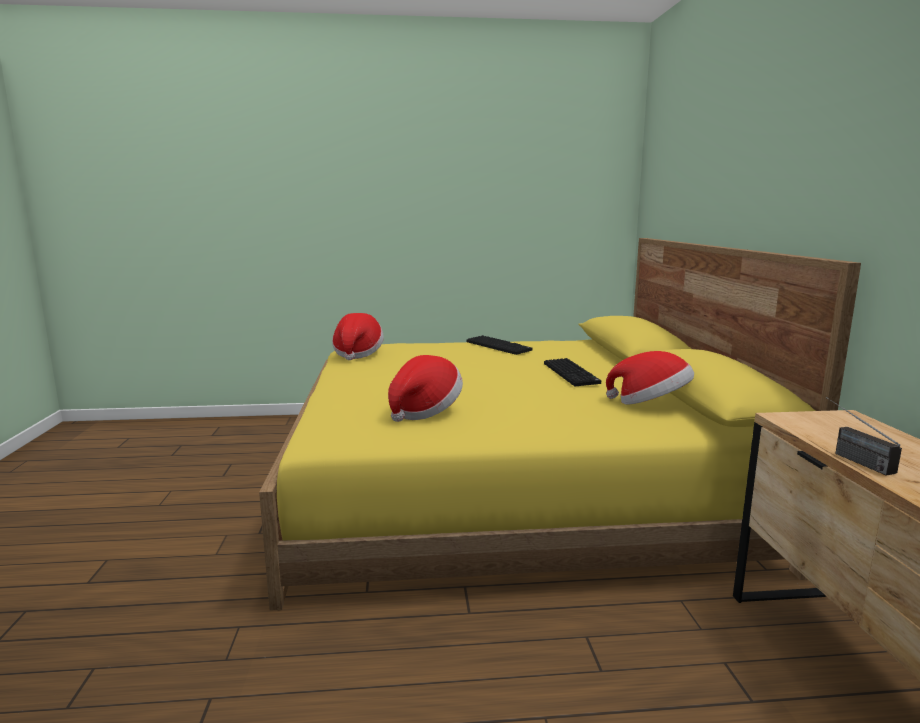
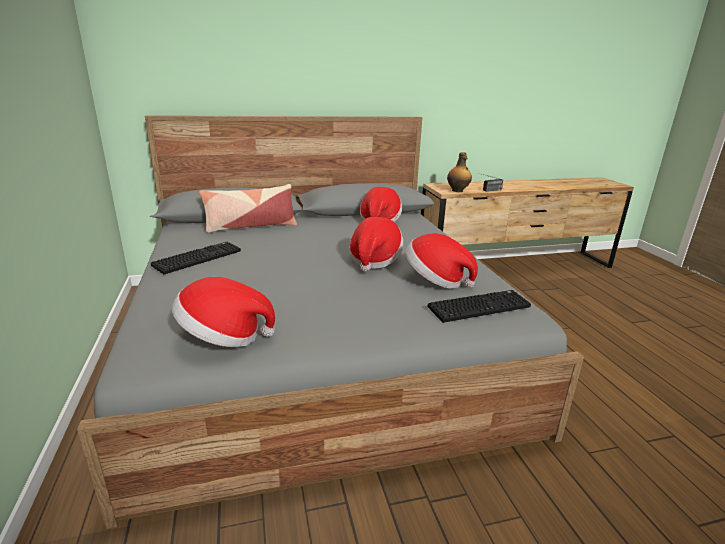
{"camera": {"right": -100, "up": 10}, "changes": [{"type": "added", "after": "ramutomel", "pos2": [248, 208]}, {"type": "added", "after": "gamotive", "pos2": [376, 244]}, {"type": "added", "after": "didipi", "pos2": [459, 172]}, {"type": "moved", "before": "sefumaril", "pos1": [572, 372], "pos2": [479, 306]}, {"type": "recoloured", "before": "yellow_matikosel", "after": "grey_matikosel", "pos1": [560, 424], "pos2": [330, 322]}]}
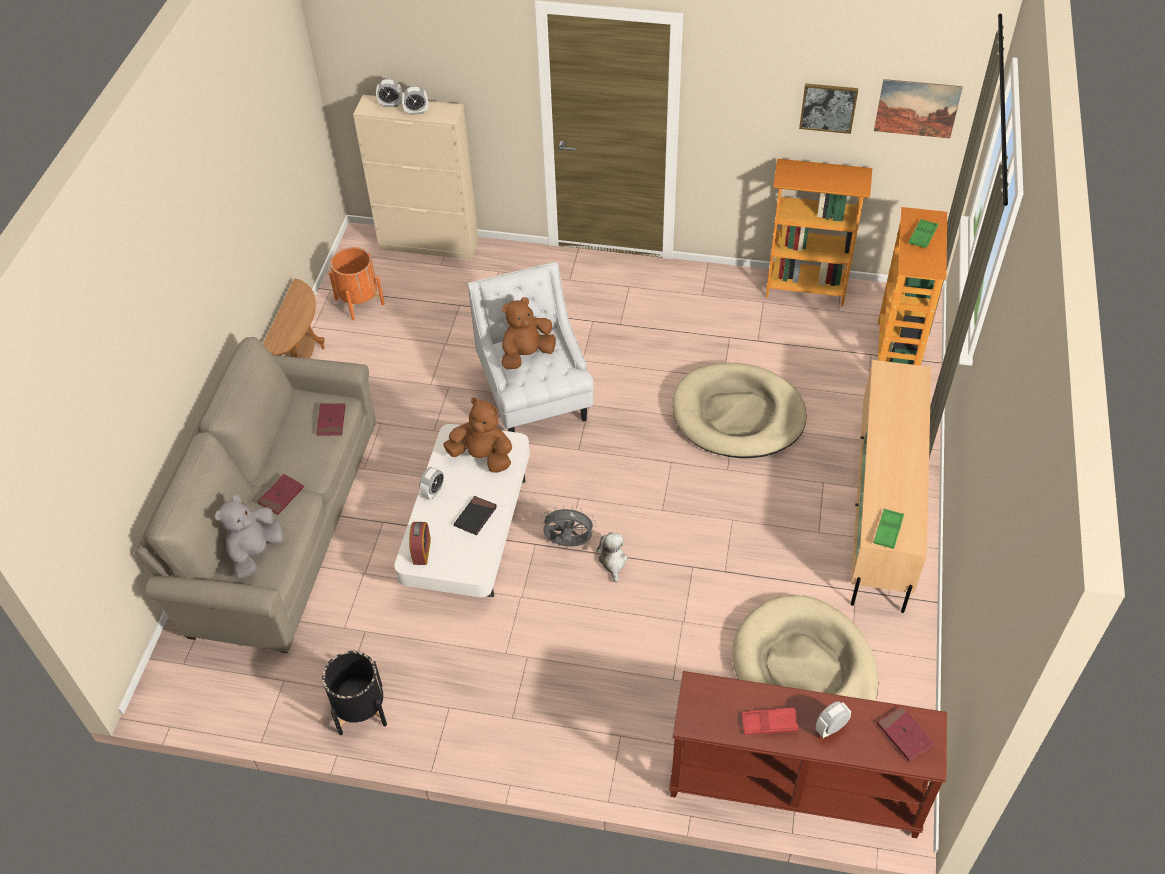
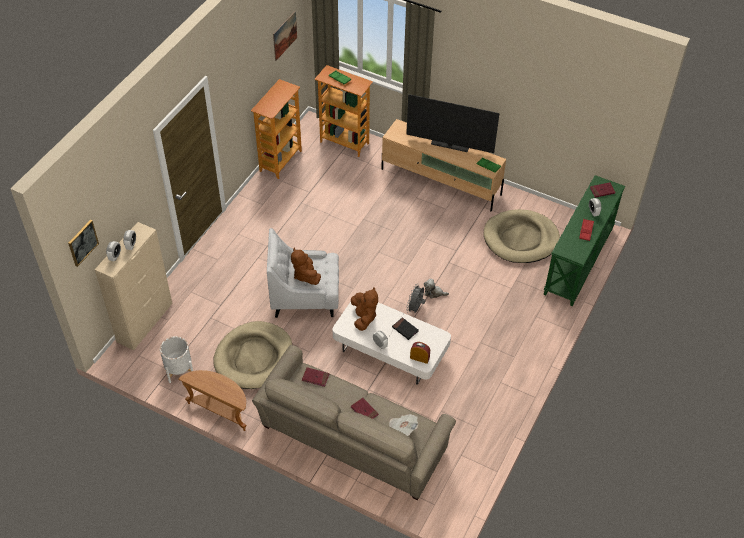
{"camera": {"right": -75, "up": 0}, "changes": [{"type": "removed", "before": "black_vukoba", "pos1": [354, 693]}, {"type": "added", "after": "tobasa", "pos2": [452, 123]}, {"type": "moved", "before": "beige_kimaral", "pos1": [740, 410], "pos2": [252, 355]}, {"type": "moved", "before": "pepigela", "pos1": [828, 108], "pos2": [83, 243]}, {"type": "replaced", "before": "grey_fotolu", "after": "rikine", "pos1": [249, 537], "pos2": [403, 425]}, {"type": "recoloured", "before": "orange_vukoba", "after": "white_vukoba", "pos1": [357, 283], "pos2": [176, 359]}, {"type": "recoloured", "before": "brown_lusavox", "after": "green_lusavox", "pos1": [808, 754], "pos2": [584, 240]}, {"type": "turned", "before": "brown_fotolu", "pos1": [477, 435], "pos2": [364, 309], "turn": 135}]}
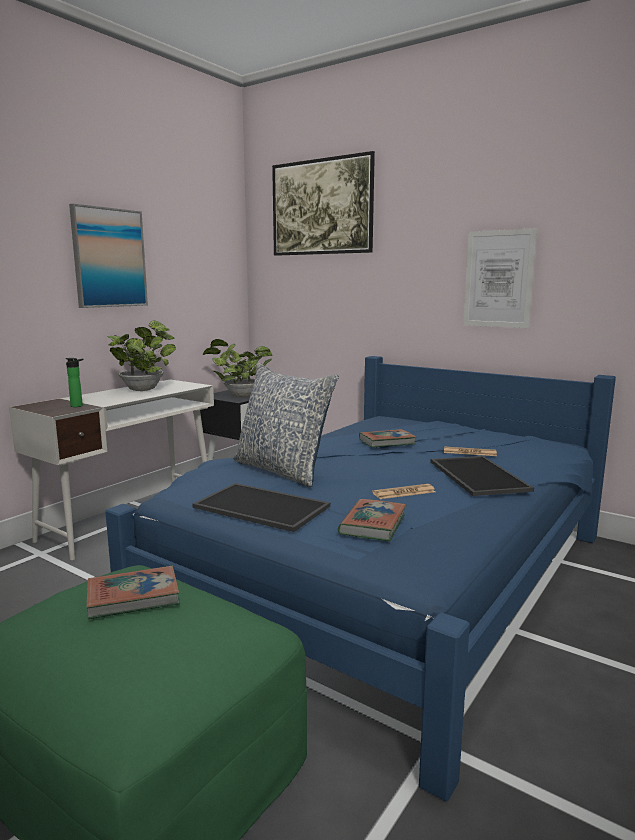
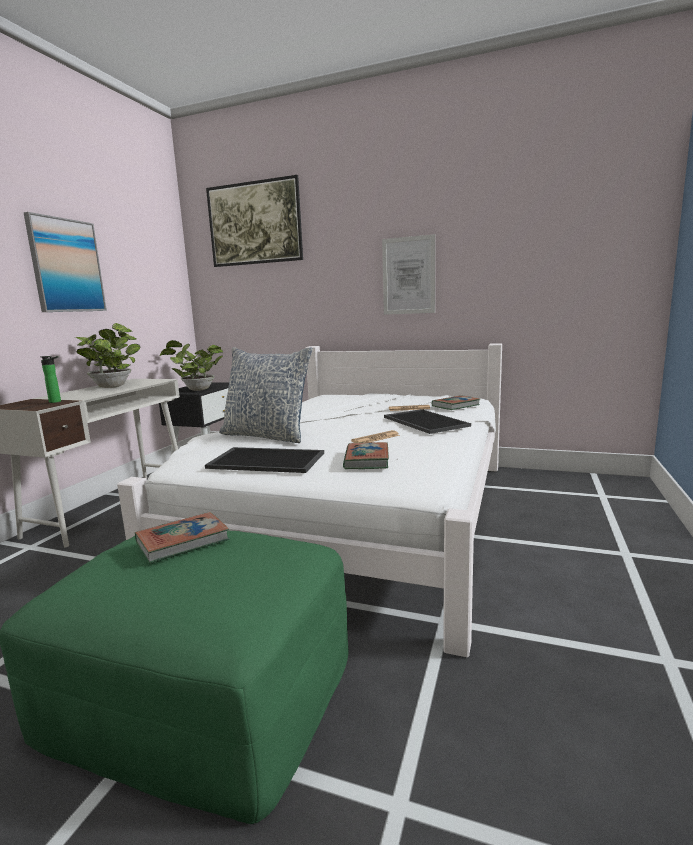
{"camera": {"right": -15, "up": 0}, "changes": [{"type": "moved", "before": "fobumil", "pos1": [387, 438], "pos2": [455, 402]}, {"type": "recoloured", "before": "blue_matikosel", "after": "white_matikosel", "pos1": [360, 578], "pos2": [309, 500]}]}
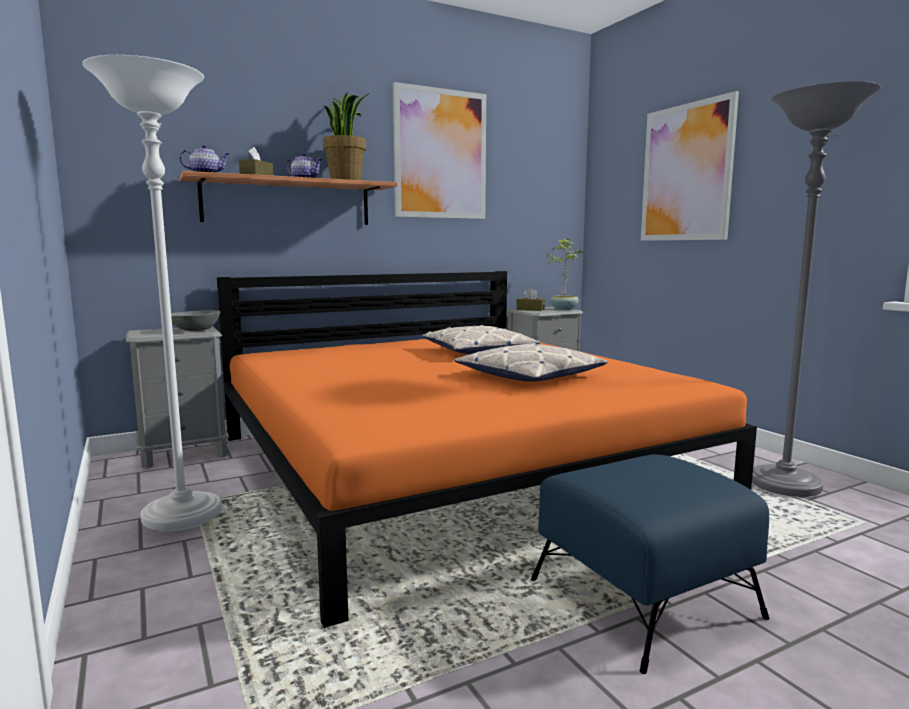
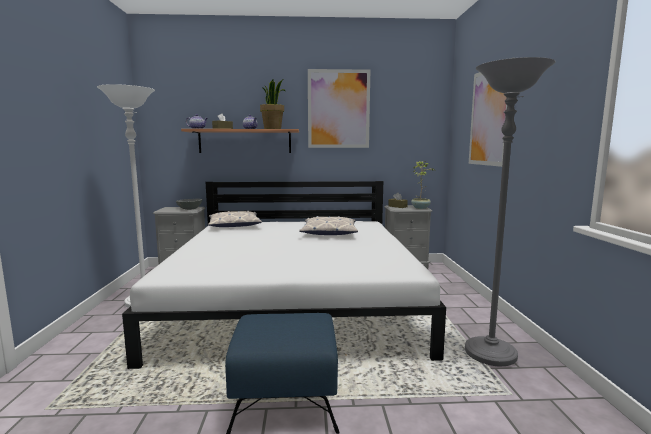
{"camera": {"right": 25, "up": 0}, "changes": [{"type": "moved", "before": "ramutomel", "pos1": [531, 362], "pos2": [235, 219]}, {"type": "recoloured", "before": "orange_matikosel", "after": "white_matikosel", "pos1": [487, 449], "pos2": [284, 275]}]}
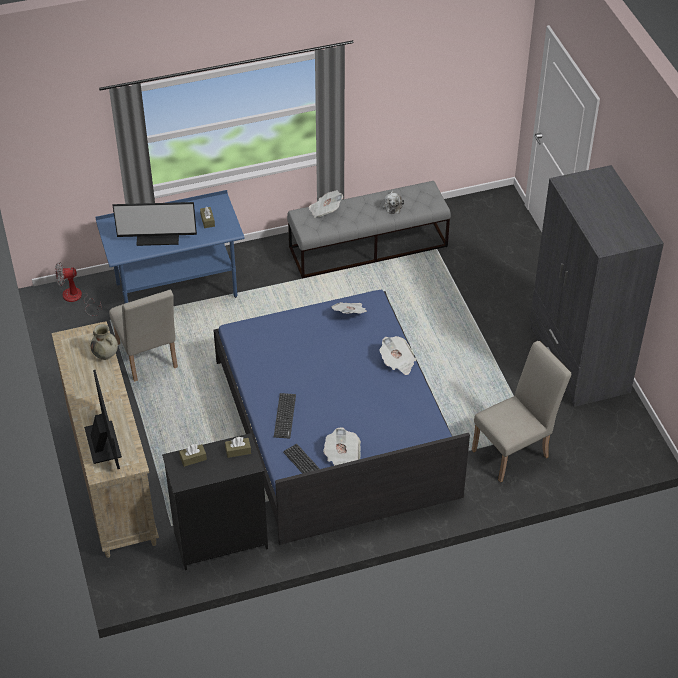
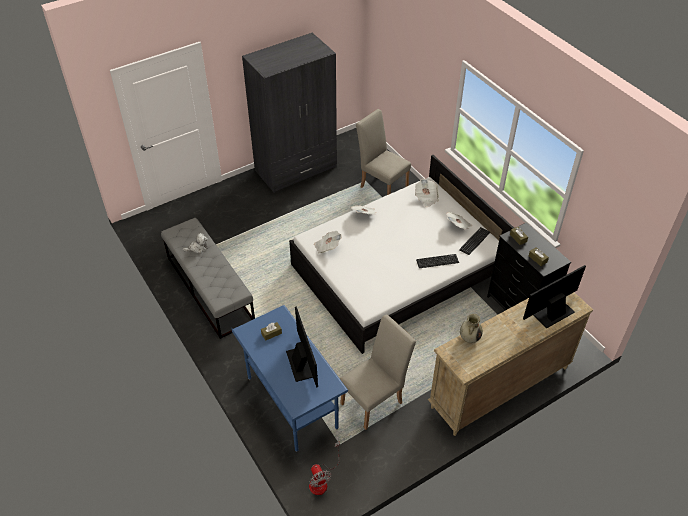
{"camera": {"right": -105, "up": 0}, "changes": [{"type": "moved", "before": "rikine", "pos1": [326, 204], "pos2": [427, 192]}, {"type": "recoloured", "before": "blue_matikosel", "after": "white_matikosel", "pos1": [341, 417], "pos2": [401, 254]}]}
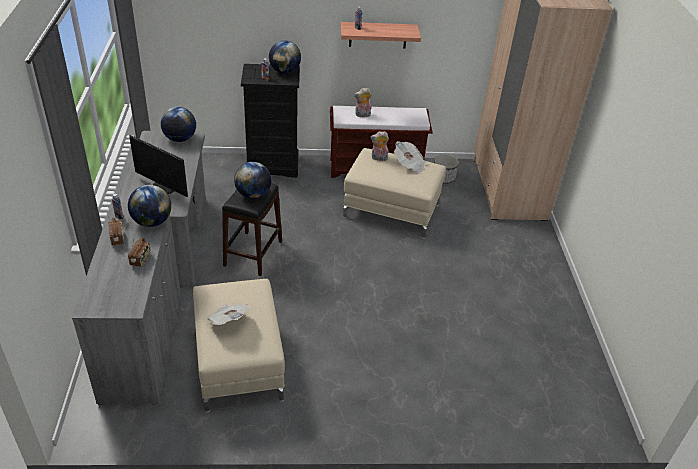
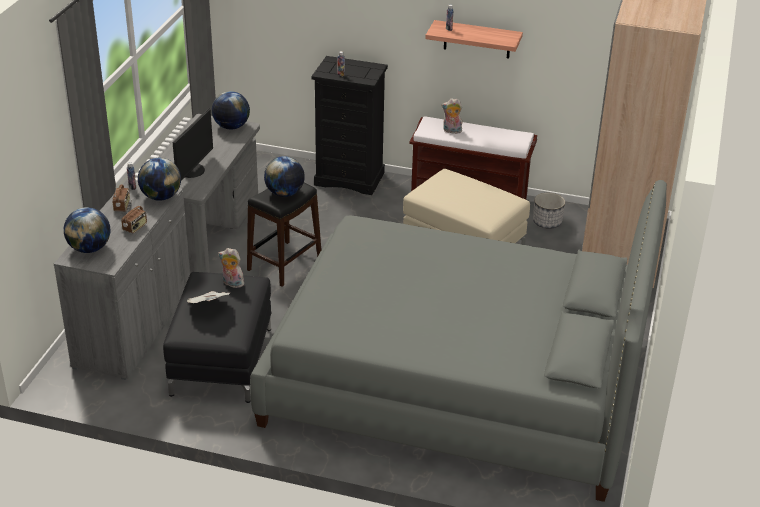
{"camera": {"right": 20, "up": -5}, "changes": [{"type": "removed", "before": "rikine", "pos1": [410, 157]}, {"type": "added", "after": "grey_matikosel", "pos2": [458, 341]}, {"type": "moved", "before": "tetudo", "pos1": [285, 57], "pos2": [87, 230]}, {"type": "moved", "before": "fotolu", "pos1": [379, 146], "pos2": [231, 268]}, {"type": "recoloured", "before": "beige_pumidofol", "after": "black_pumidofol", "pos1": [239, 346], "pos2": [217, 337]}, {"type": "turned", "before": "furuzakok", "pos1": [158, 166], "pos2": [193, 144], "turn": -120}]}
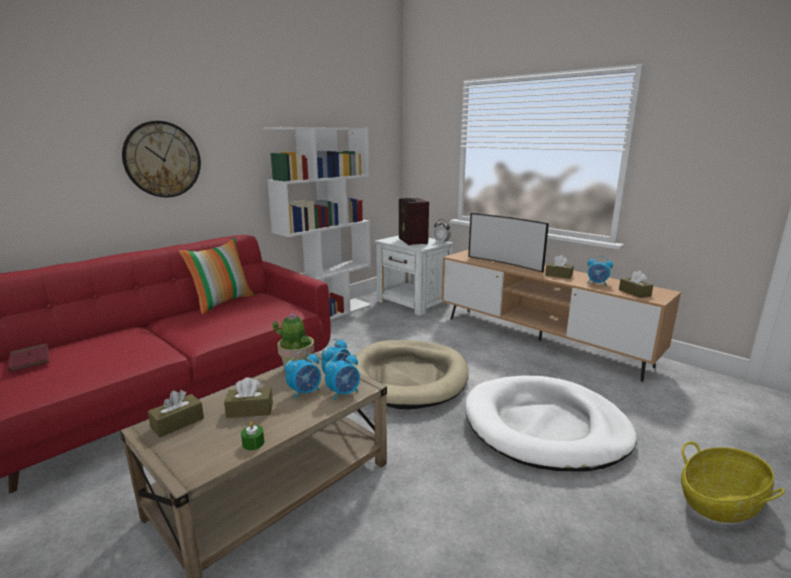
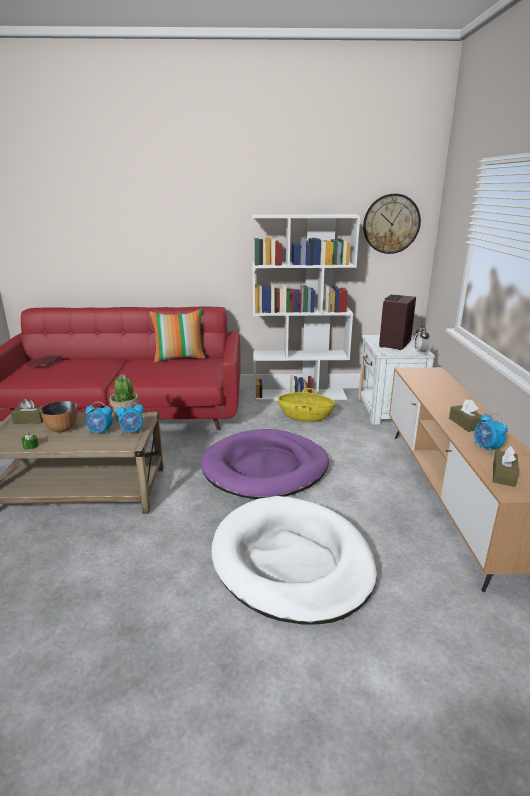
{"camera": {"right": 45, "up": 5}, "changes": [{"type": "removed", "before": "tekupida", "pos1": [342, 376]}, {"type": "removed", "before": "tobasa", "pos1": [508, 242]}, {"type": "moved", "before": "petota", "pos1": [161, 159], "pos2": [392, 224]}, {"type": "moved", "before": "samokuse", "pos1": [733, 482], "pos2": [306, 405]}, {"type": "replaced", "before": "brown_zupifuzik", "after": "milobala", "pos1": [248, 397], "pos2": [59, 416]}, {"type": "recoloured", "before": "beige_kimaral", "after": "purple_kimaral", "pos1": [410, 374], "pos2": [265, 464]}]}
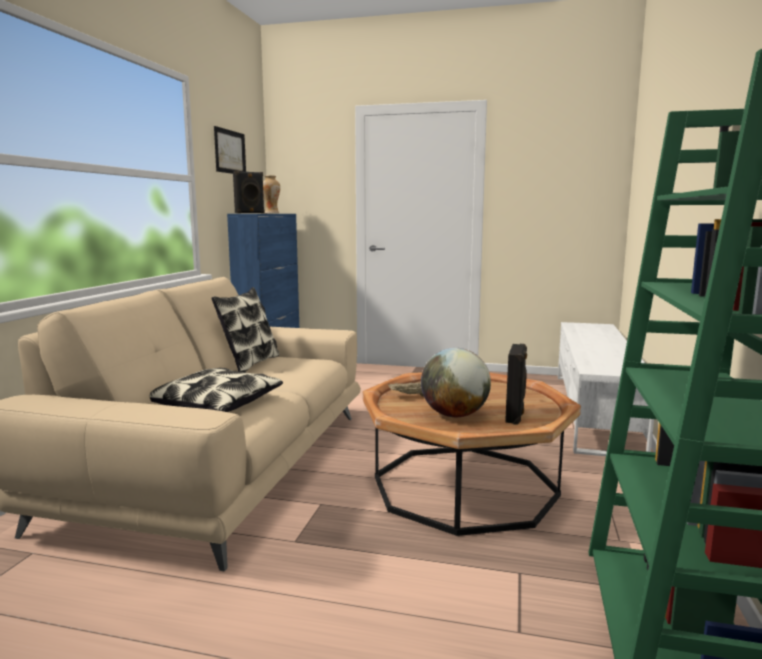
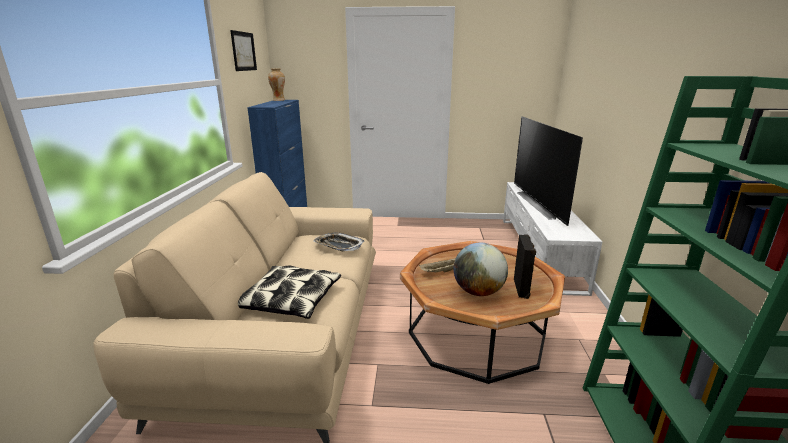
{"camera": {"right": -10, "up": 10}, "changes": [{"type": "removed", "before": "ramutomel", "pos1": [245, 329]}, {"type": "removed", "before": "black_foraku", "pos1": [249, 192]}, {"type": "added", "after": "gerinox", "pos2": [339, 242]}, {"type": "added", "after": "tobasa", "pos2": [548, 171]}]}
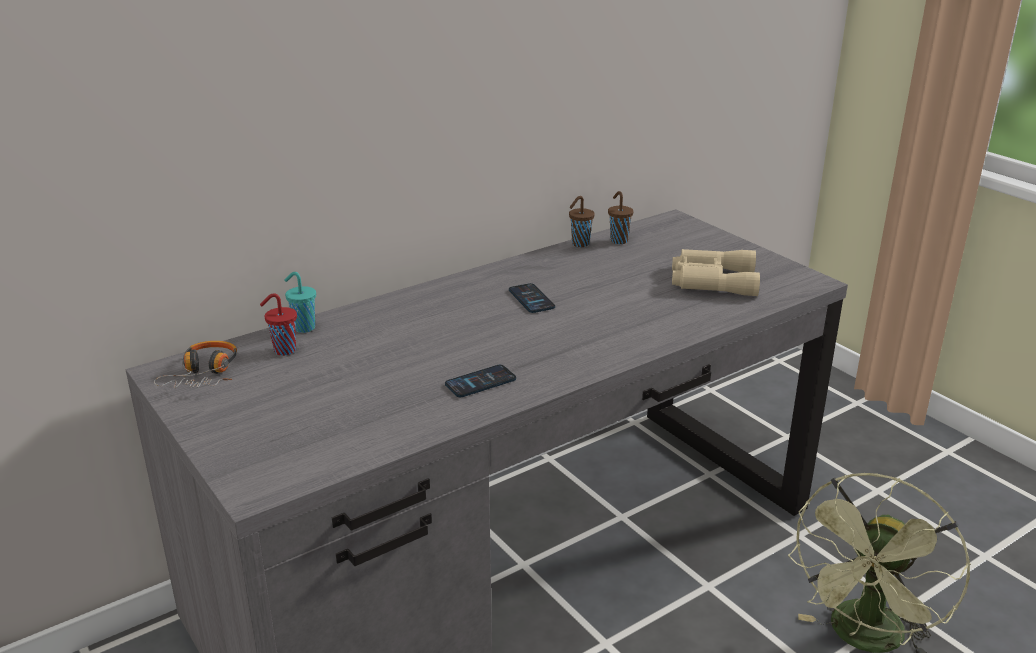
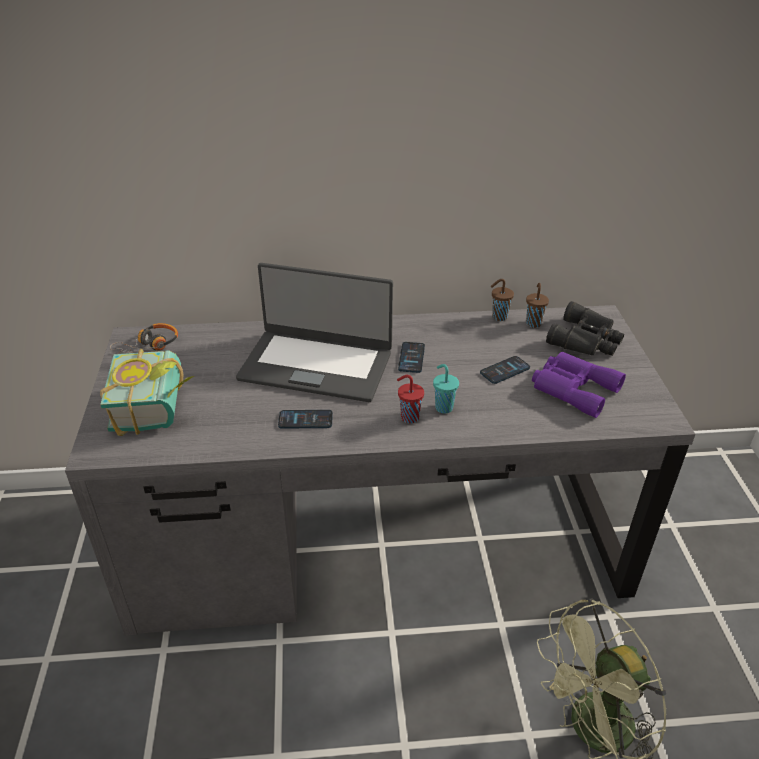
{"camera": {"right": 30, "up": 10}, "changes": [{"type": "added", "after": "fobumil", "pos2": [147, 392]}, {"type": "added", "after": "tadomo", "pos2": [314, 332]}, {"type": "added", "after": "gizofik", "pos2": [505, 370]}, {"type": "added", "after": "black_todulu", "pos2": [585, 328]}, {"type": "moved", "before": "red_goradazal", "pos1": [278, 324], "pos2": [410, 399]}, {"type": "moved", "before": "turquoise_goradazal", "pos1": [300, 302], "pos2": [446, 389]}, {"type": "recoloured", "before": "beige_todulu", "after": "purple_todulu", "pos1": [716, 272], "pos2": [579, 385]}]}
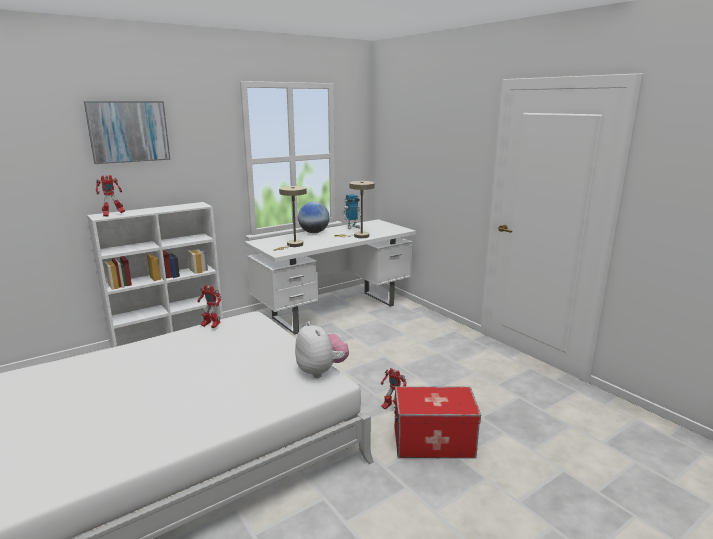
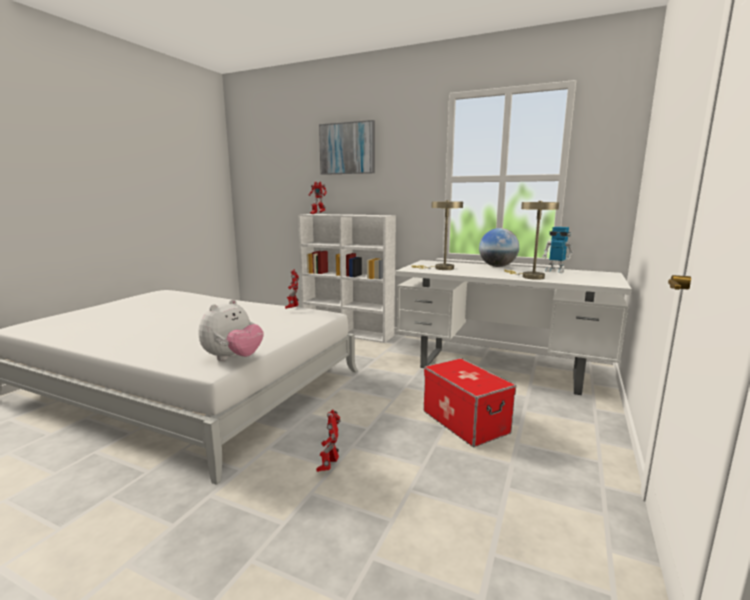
{"camera": {"right": 60, "up": -5}, "changes": [{"type": "moved", "before": "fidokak", "pos1": [437, 422], "pos2": [470, 402]}]}
